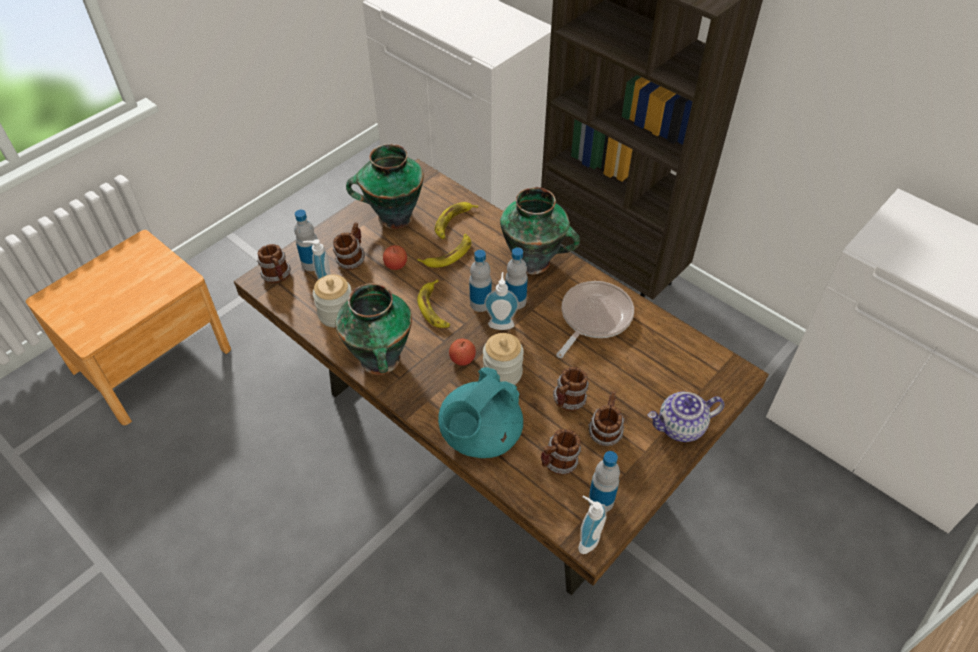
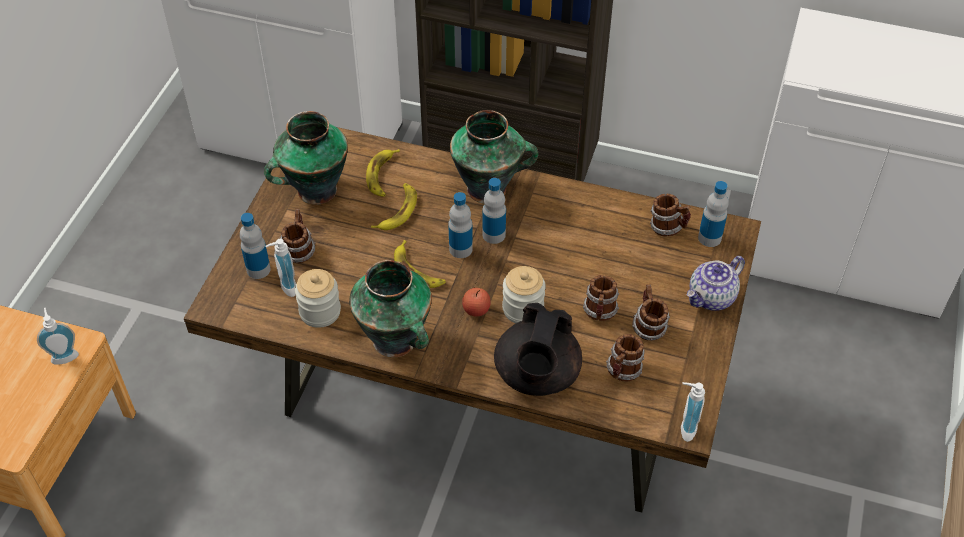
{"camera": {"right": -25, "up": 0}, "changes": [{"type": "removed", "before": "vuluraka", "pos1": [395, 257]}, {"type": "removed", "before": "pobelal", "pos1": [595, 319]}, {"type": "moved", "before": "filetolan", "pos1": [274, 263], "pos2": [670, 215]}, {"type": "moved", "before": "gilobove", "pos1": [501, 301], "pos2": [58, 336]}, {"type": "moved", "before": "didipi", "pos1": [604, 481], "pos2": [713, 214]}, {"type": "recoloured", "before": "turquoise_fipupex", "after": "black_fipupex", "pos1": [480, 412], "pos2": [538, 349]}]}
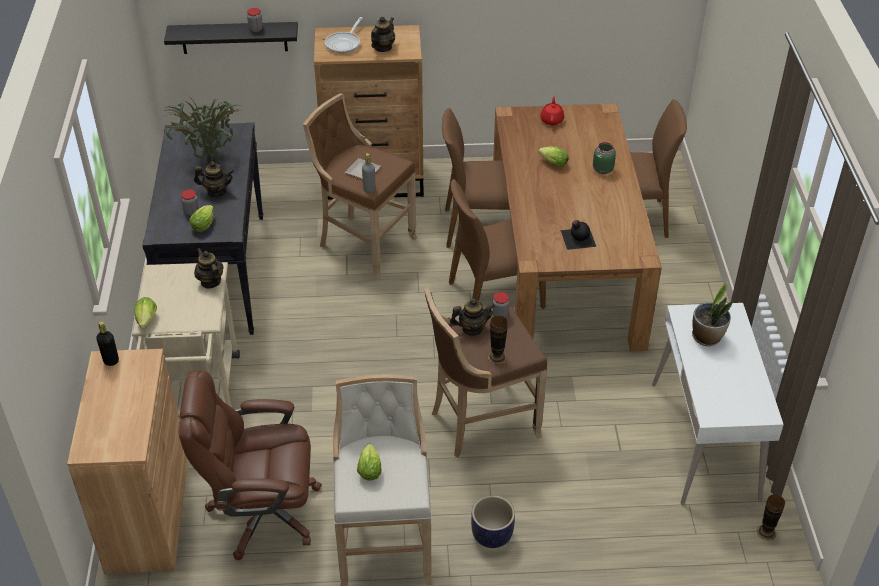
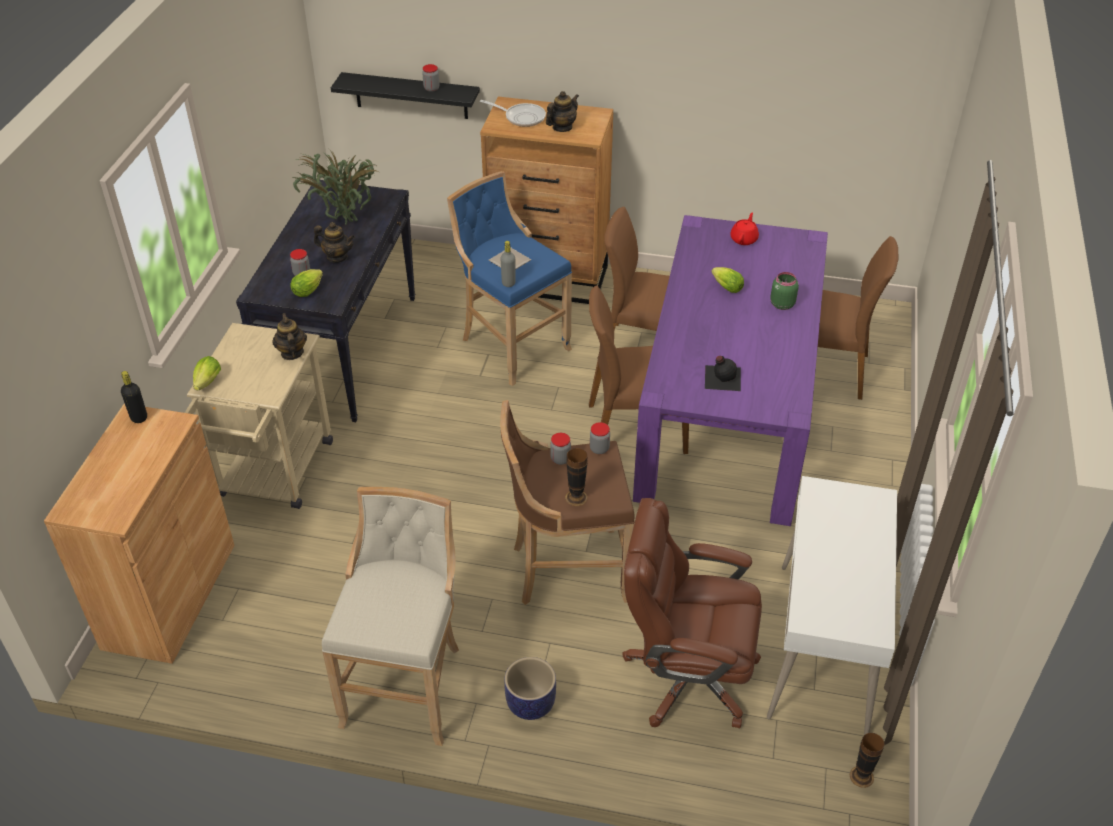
{"camera": {"right": 15, "up": 0}, "changes": [{"type": "removed", "before": "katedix", "pos1": [369, 462]}, {"type": "removed", "before": "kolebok", "pos1": [712, 313]}, {"type": "moved", "before": "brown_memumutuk", "pos1": [250, 465], "pos2": [692, 613]}, {"type": "replaced", "before": "fipupex", "after": "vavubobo", "pos1": [472, 317], "pos2": [561, 449]}, {"type": "recoloured", "before": "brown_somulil", "after": "blue_somulil", "pos1": [360, 185], "pos2": [509, 278]}, {"type": "recoloured", "before": "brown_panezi", "after": "purple_panezi", "pos1": [577, 227], "pos2": [730, 370]}, {"type": "turned", "before": "pobelal", "pos1": [343, 35], "pos2": [513, 113], "turn": -105}]}
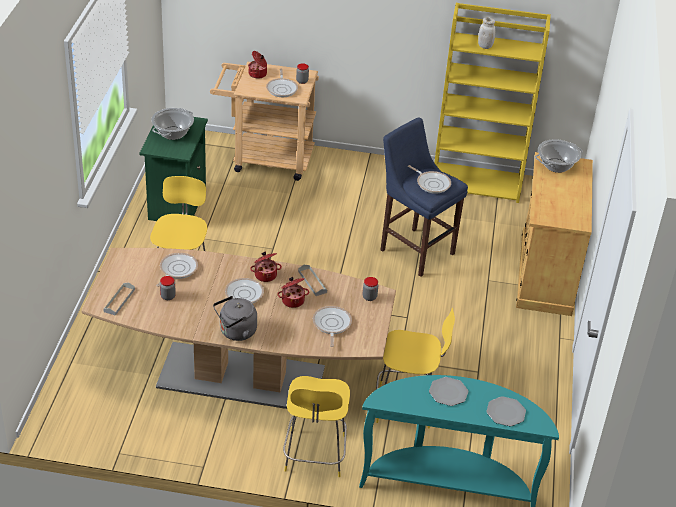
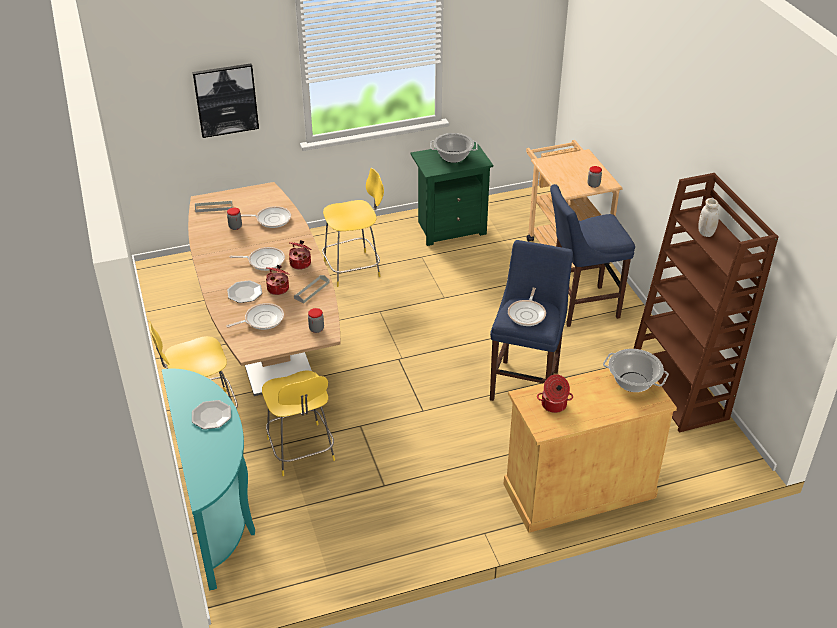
{"camera": {"right": 65, "up": 0}, "changes": [{"type": "removed", "before": "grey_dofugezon", "pos1": [235, 318]}, {"type": "removed", "before": "pobelal", "pos1": [282, 82]}, {"type": "added", "after": "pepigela", "pos2": [226, 100]}, {"type": "added", "after": "blue_somulil", "pos2": [592, 255]}, {"type": "moved", "before": "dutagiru", "pos1": [257, 65], "pos2": [555, 393]}, {"type": "moved", "before": "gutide", "pos1": [506, 411], "pos2": [244, 291]}, {"type": "recoloured", "before": "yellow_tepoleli", "after": "brown_tepoleli", "pos1": [492, 103], "pos2": [706, 303]}]}
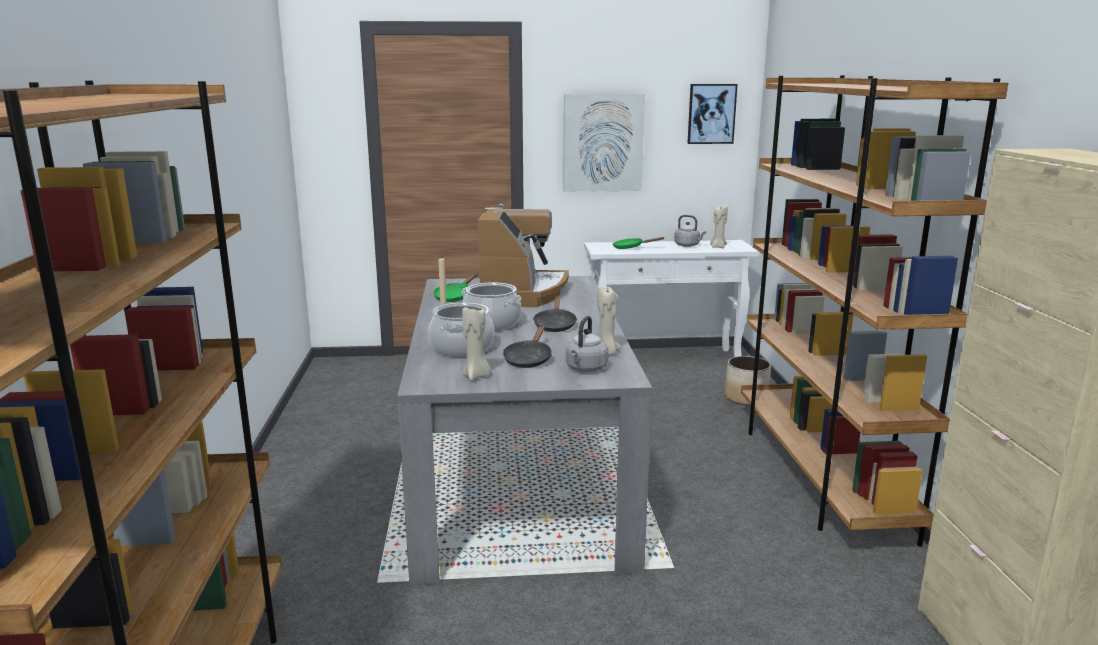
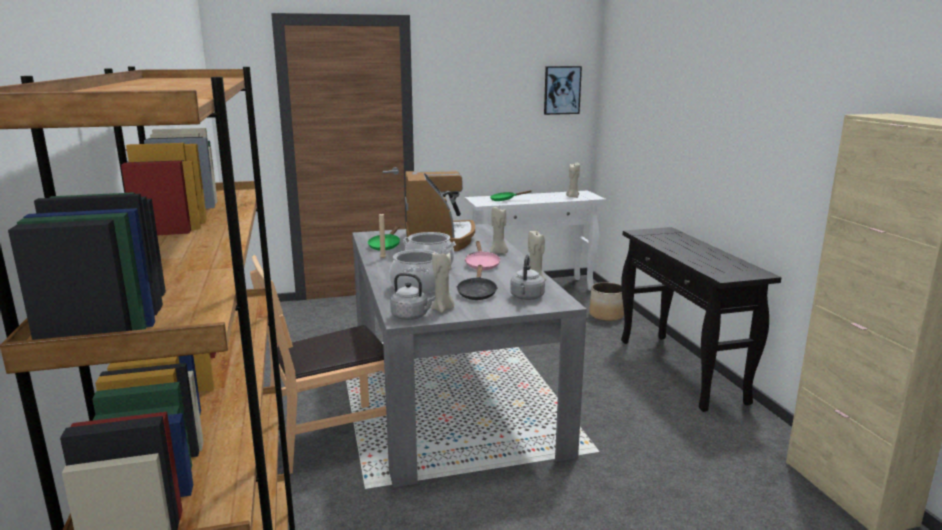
{"camera": {"right": -10, "up": 0}, "changes": [{"type": "removed", "before": "pepigela", "pos1": [604, 143]}, {"type": "added", "after": "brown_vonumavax", "pos2": [318, 364]}, {"type": "added", "after": "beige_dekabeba", "pos2": [499, 230]}, {"type": "moved", "before": "grey_dofugezon", "pos1": [690, 231], "pos2": [412, 296]}, {"type": "replaced", "before": "brown_tepoleli", "after": "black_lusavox", "pos1": [874, 311], "pos2": [701, 319]}, {"type": "recoloured", "before": "black_pobelal", "after": "pink_pobelal", "pos1": [555, 314], "pos2": [483, 255]}]}
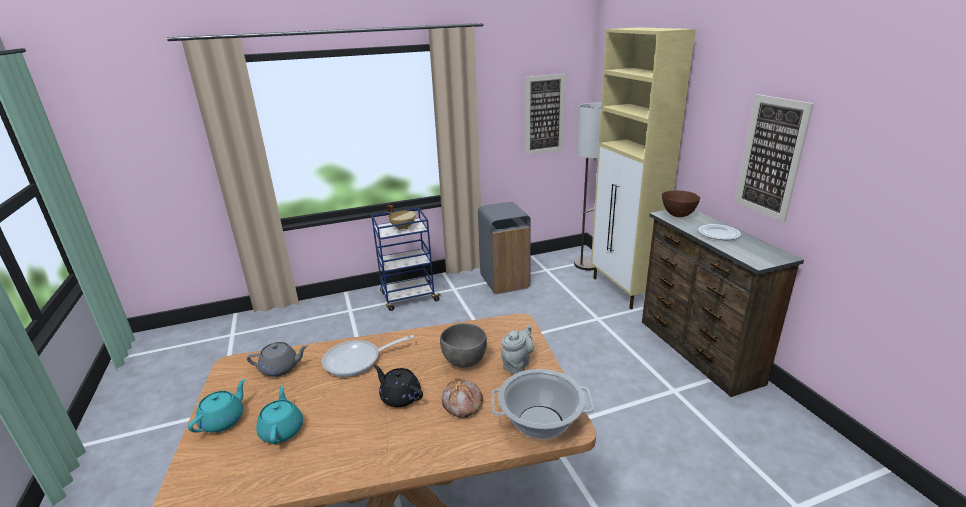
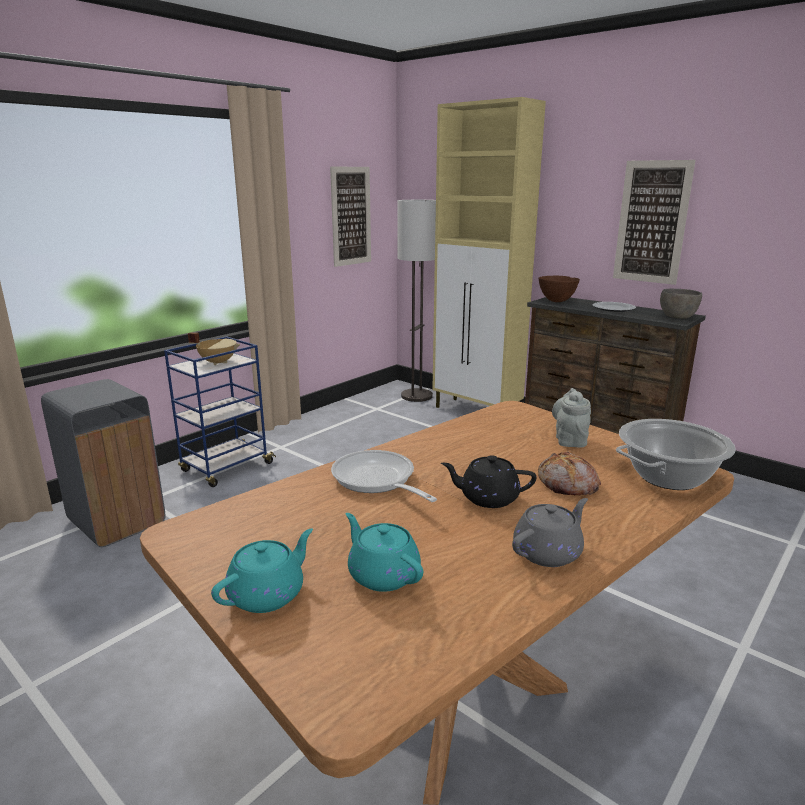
{"camera": {"right": -30, "up": -5}, "changes": [{"type": "moved", "before": "grey_fipupex", "pos1": [277, 359], "pos2": [550, 532]}, {"type": "moved", "before": "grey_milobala", "pos1": [463, 345], "pos2": [681, 304]}, {"type": "moved", "before": "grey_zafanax", "pos1": [504, 248], "pos2": [103, 463]}, {"type": "turned", "before": "turquoise_fipupex", "pos1": [217, 406], "pos2": [262, 570], "turn": 45}, {"type": "turned", "before": "pobelal", "pos1": [368, 356], "pos2": [384, 476], "turn": 105}]}
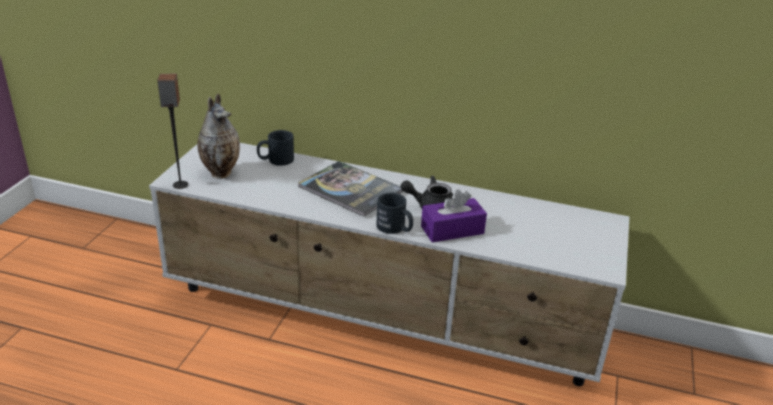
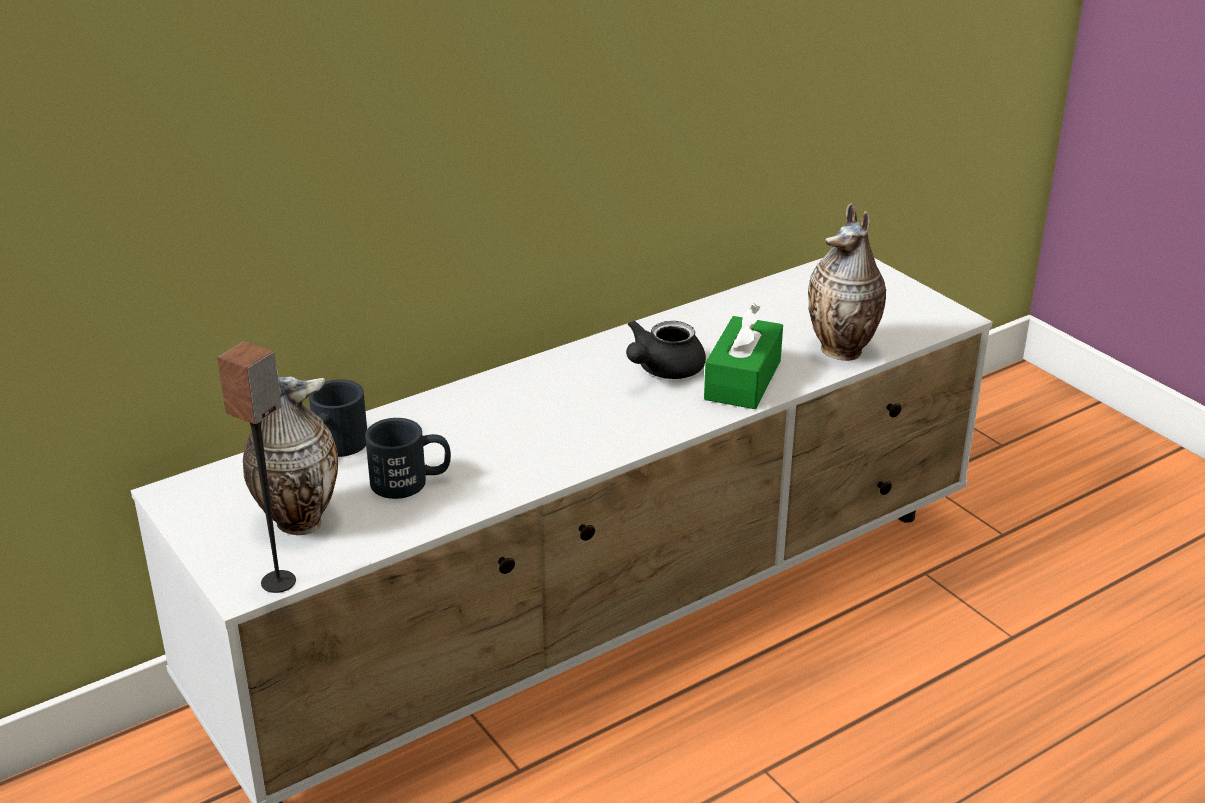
{"camera": {"right": -50, "up": 0}, "changes": [{"type": "removed", "before": "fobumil", "pos1": [351, 189]}, {"type": "added", "after": "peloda", "pos2": [847, 282]}, {"type": "moved", "before": "black_filetolan", "pos1": [394, 213], "pos2": [408, 458]}, {"type": "recoloured", "before": "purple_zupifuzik", "after": "green_zupifuzik", "pos1": [454, 216], "pos2": [743, 356]}]}
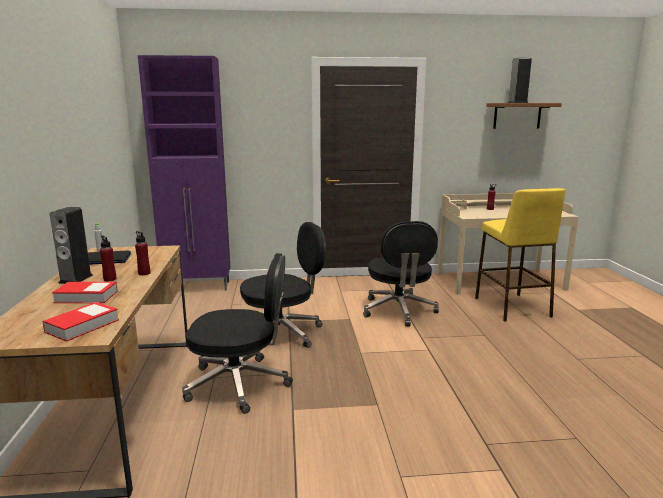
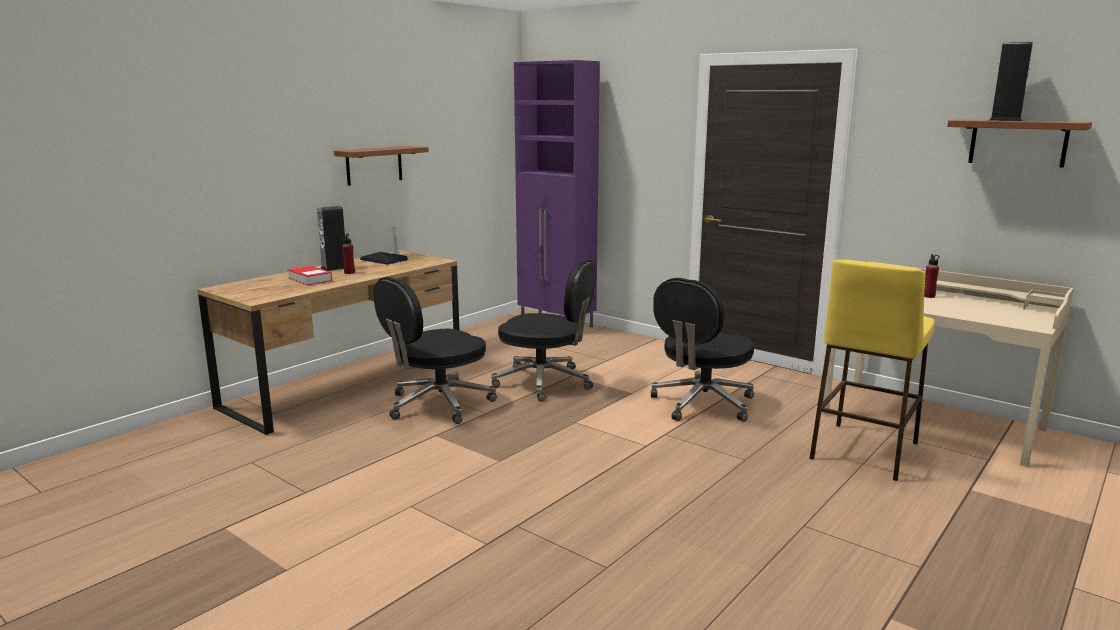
{"camera": {"right": 45, "up": 0}, "changes": [{"type": "removed", "before": "fobumil", "pos1": [80, 322]}, {"type": "removed", "before": "red_didipi", "pos1": [142, 253]}, {"type": "added", "after": "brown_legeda", "pos2": [381, 166]}, {"type": "turned", "before": "black_memumutuk", "pos1": [237, 333], "pos2": [435, 350], "turn": 90}]}
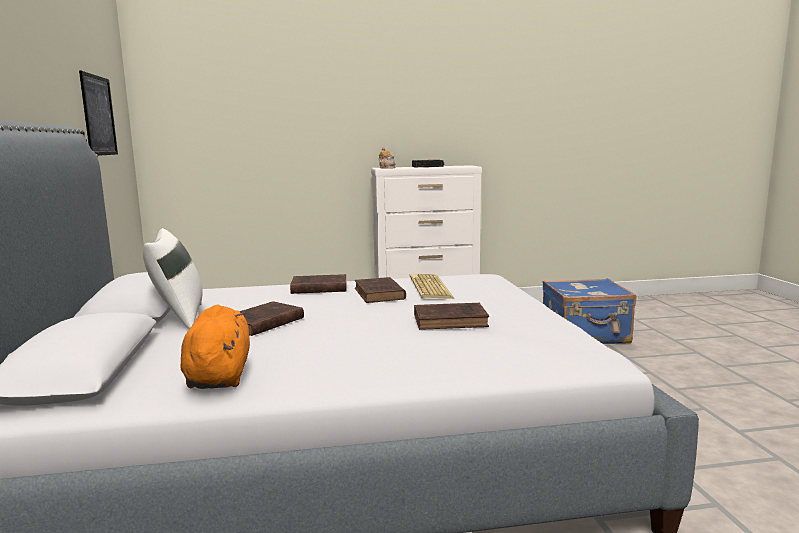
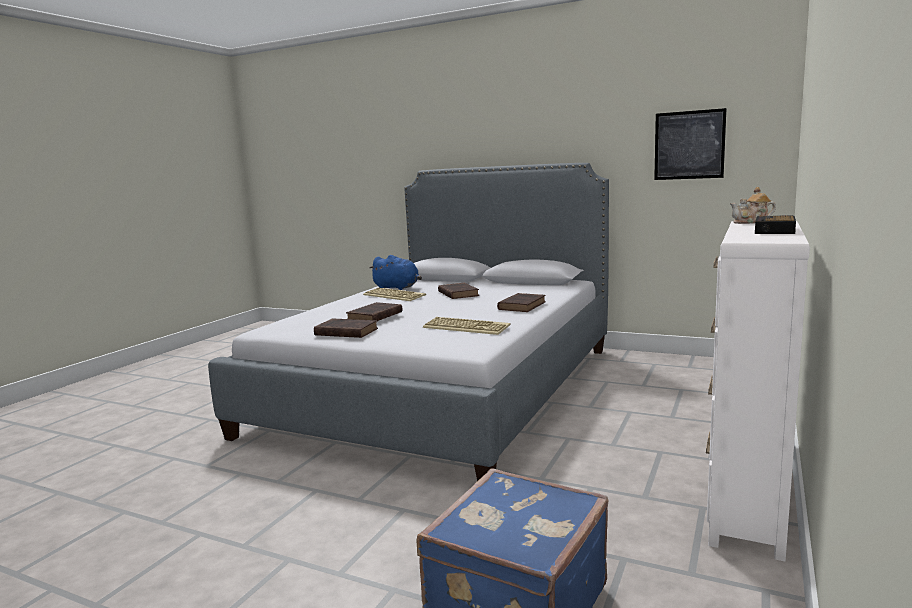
{"camera": {"right": 125, "up": 0}, "changes": [{"type": "removed", "before": "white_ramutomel", "pos1": [173, 278]}, {"type": "added", "after": "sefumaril", "pos2": [394, 294]}, {"type": "moved", "before": "brown_fobumil", "pos1": [380, 290], "pos2": [346, 328]}, {"type": "recoloured", "before": "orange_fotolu", "after": "blue_fotolu", "pos1": [215, 347], "pos2": [395, 272]}]}
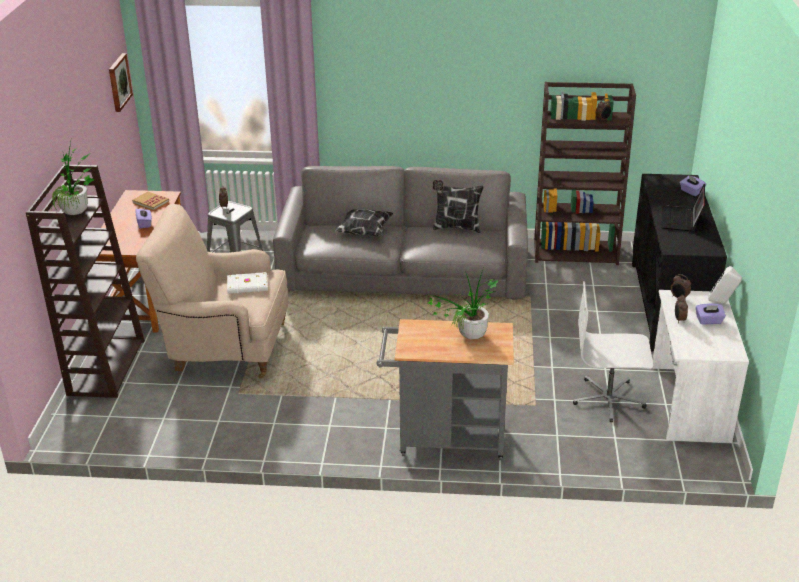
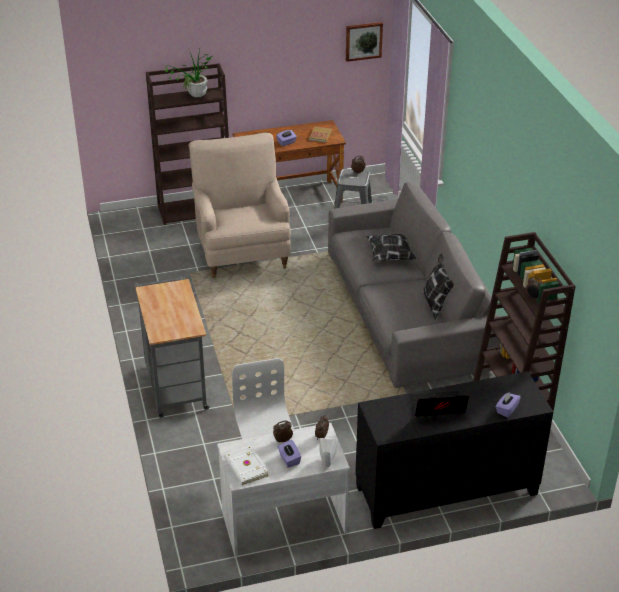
{"camera": {"right": 70, "up": 5}, "changes": [{"type": "removed", "before": "kolebok", "pos1": [463, 302]}, {"type": "moved", "before": "white_fobumil", "pos1": [247, 283], "pos2": [246, 465]}]}
